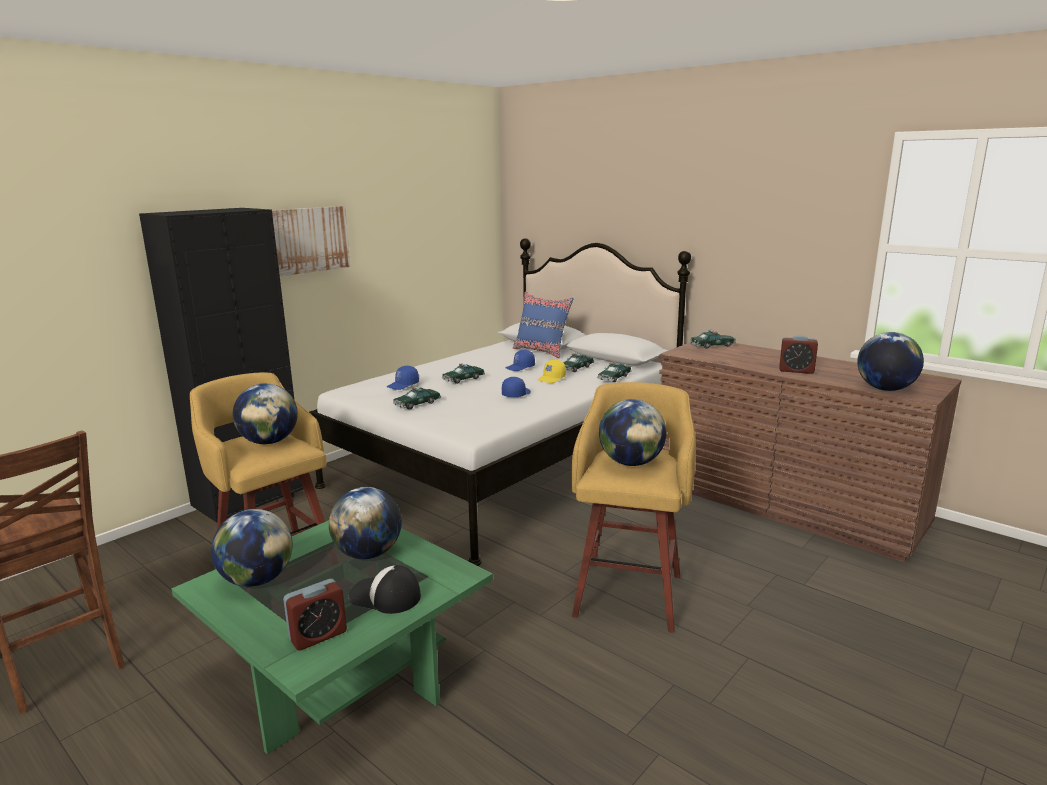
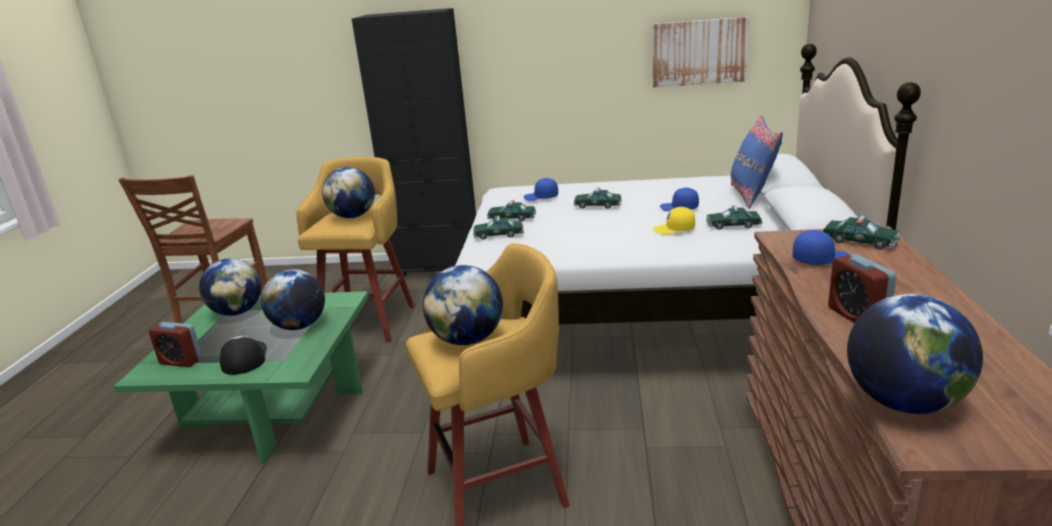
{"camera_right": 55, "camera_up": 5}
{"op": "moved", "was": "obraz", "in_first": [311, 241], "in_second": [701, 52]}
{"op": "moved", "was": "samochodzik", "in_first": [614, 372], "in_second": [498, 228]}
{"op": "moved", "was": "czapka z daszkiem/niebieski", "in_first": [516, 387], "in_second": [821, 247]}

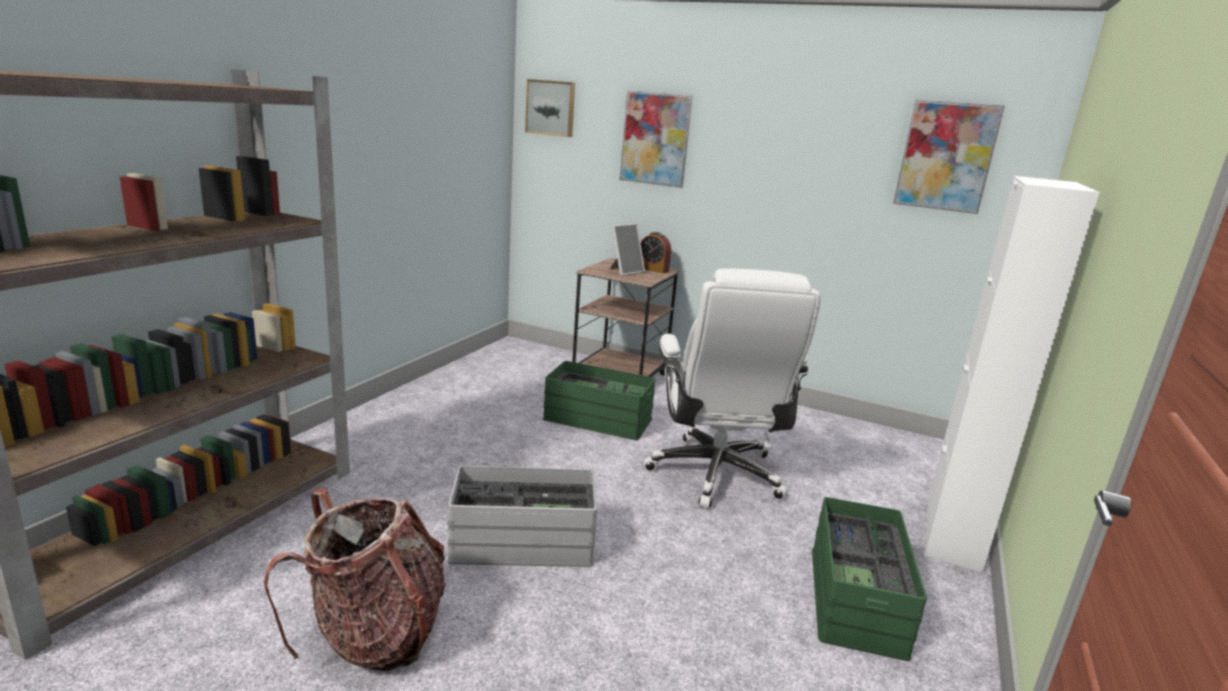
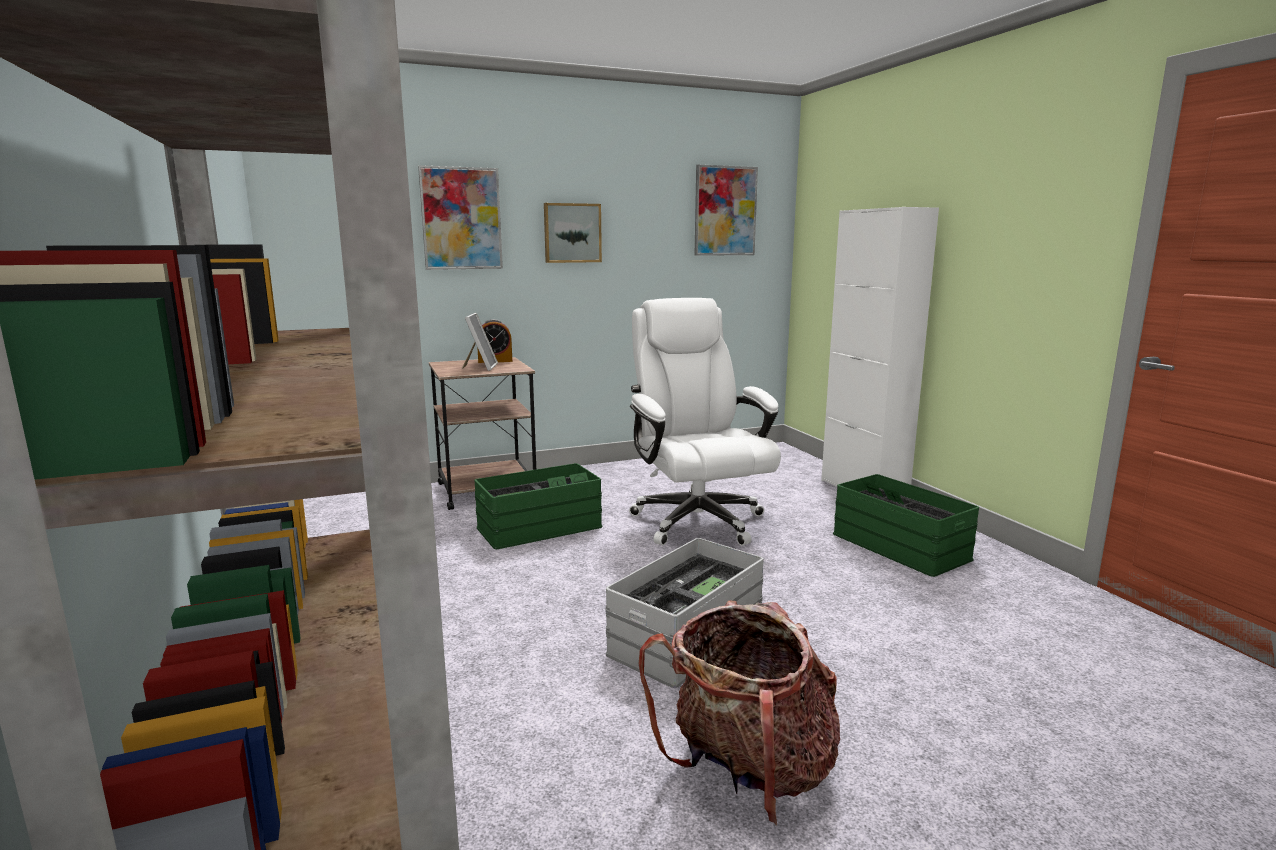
{"camera_right": -45, "camera_up": -5}
{"op": "moved", "was": "obraz", "in_first": [550, 108], "in_second": [573, 233]}
{"op": "turned", "was": "krzesło biurowe/biały", "in_first": [732, 389], "in_second": [705, 422], "clockwise": -150}

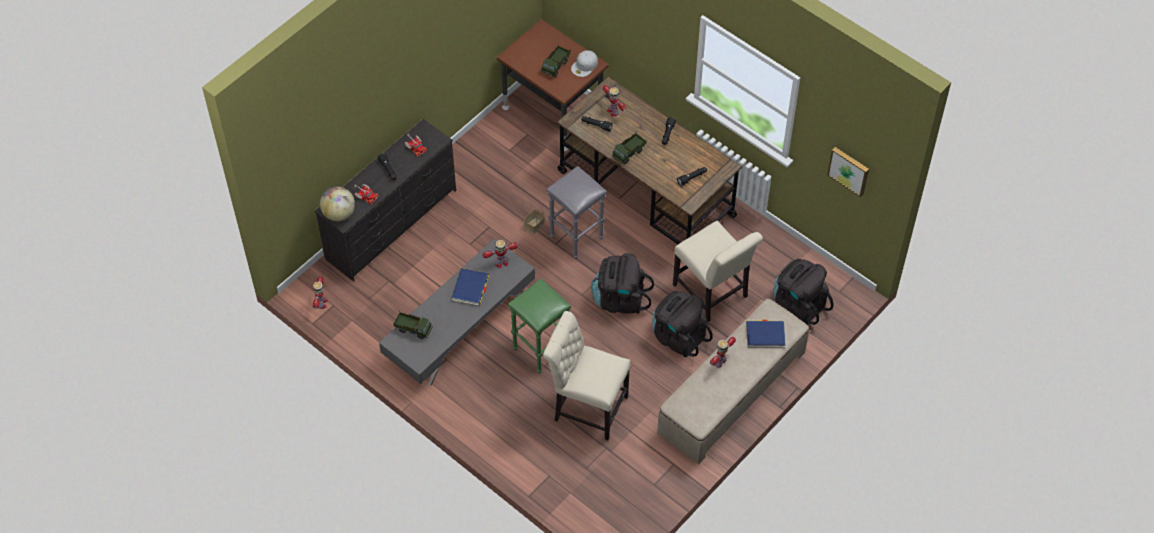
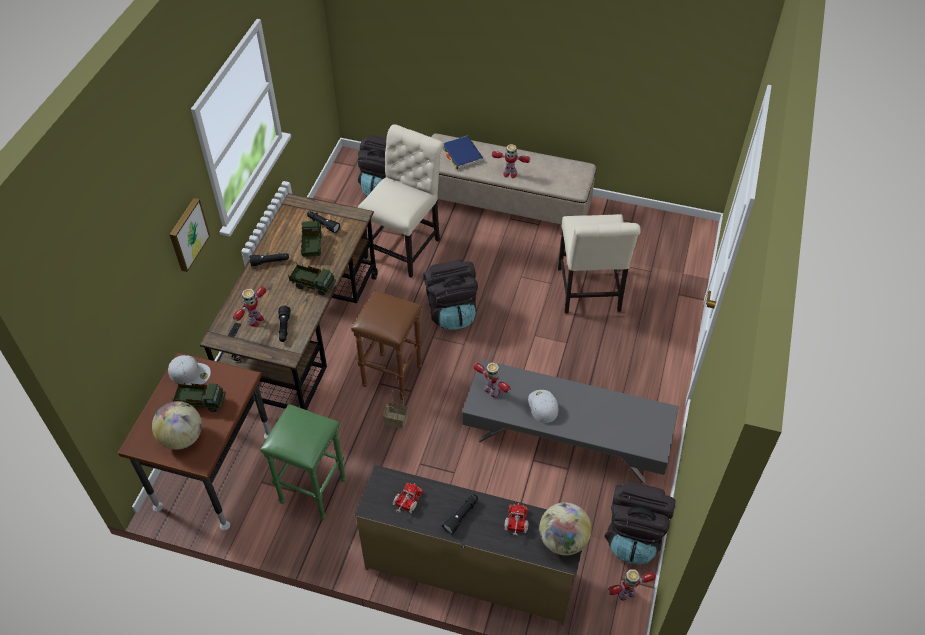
{"camera_right": -115, "camera_up": -5}
{"op": "moved", "was": "obraz", "in_first": [848, 172], "in_second": [189, 235]}
{"op": "recoloured", "was": "stołek/szary", "now": "stołek/brązowy", "in_first": [576, 212], "in_second": [386, 345]}
{"op": "replaced", "was": "książka/niebieski", "now": "czapka z daszkiem/biały", "in_first": [470, 286], "in_second": [543, 406]}
{"op": "moved", "was": "stołek/zielony", "in_first": [539, 326], "in_second": [303, 462]}
{"op": "moved", "was": "plecak/czarny", "in_first": [682, 324], "in_second": [639, 523]}
{"op": "moved", "was": "ciężarówka zabawkowa", "in_first": [413, 325], "in_second": [311, 238]}
{"op": "added", "now": "globus", "in_second": [177, 425]}

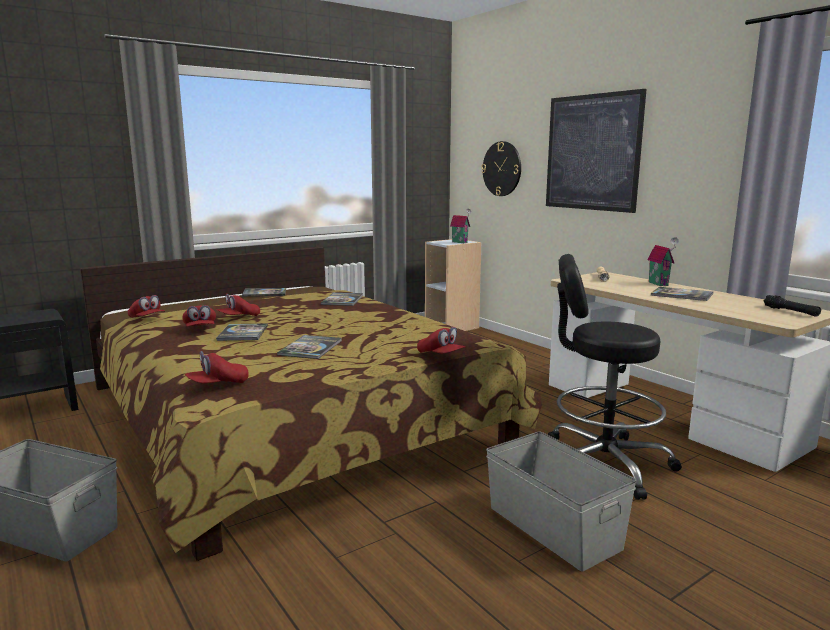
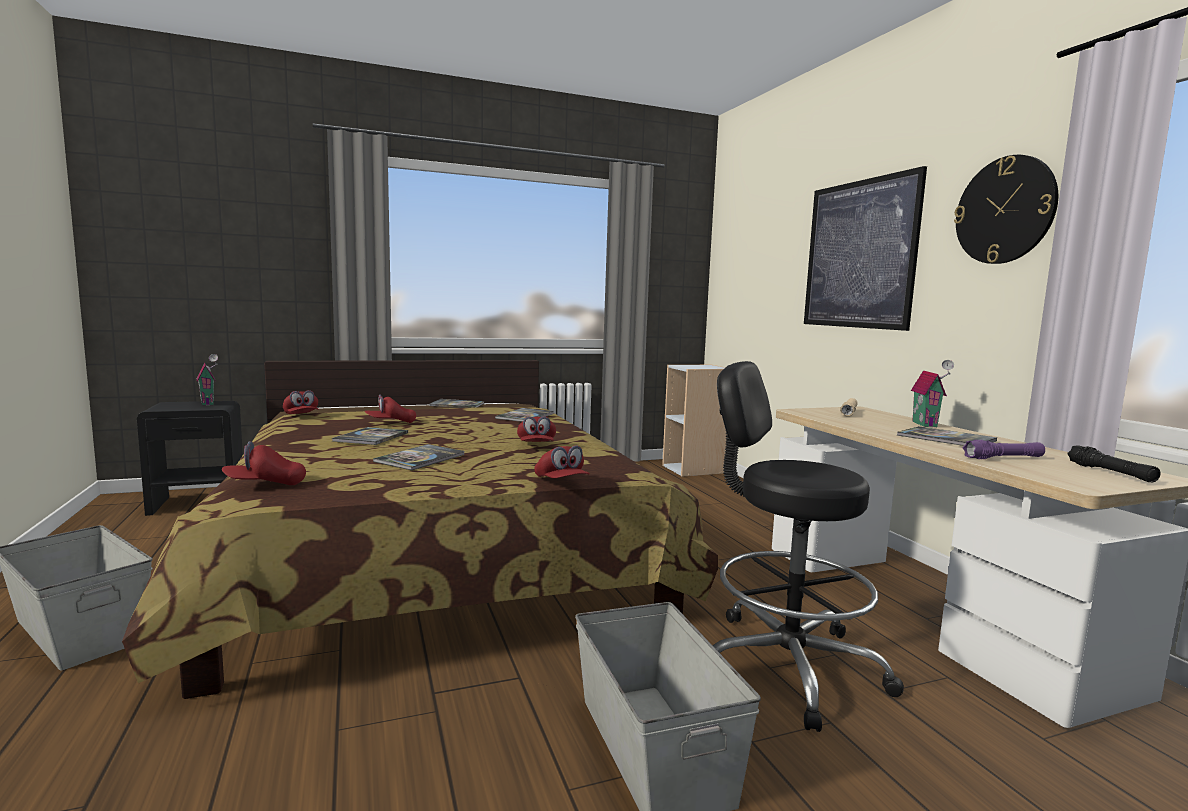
{"camera_right": 15, "camera_up": -5}
{"op": "moved", "was": "zegar ścienny", "in_first": [501, 168], "in_second": [1006, 209]}
{"op": "moved", "was": "domek", "in_first": [460, 226], "in_second": [207, 380]}
{"op": "moved", "was": "czapka z daszkiem/czerwony", "in_first": [199, 316], "in_second": [536, 429]}
{"op": "added", "now": "latarka/fioletowy", "in_second": [1004, 449]}

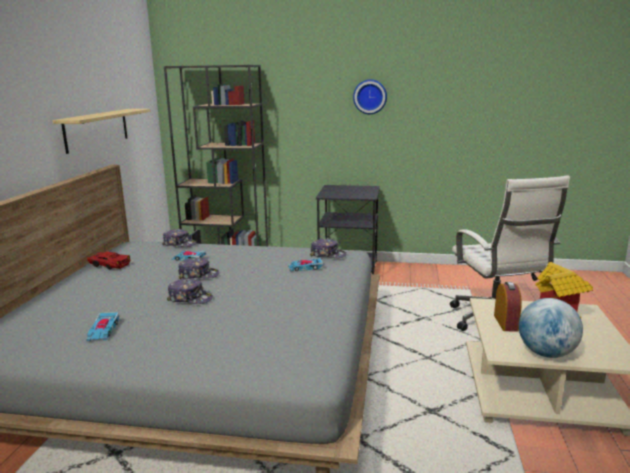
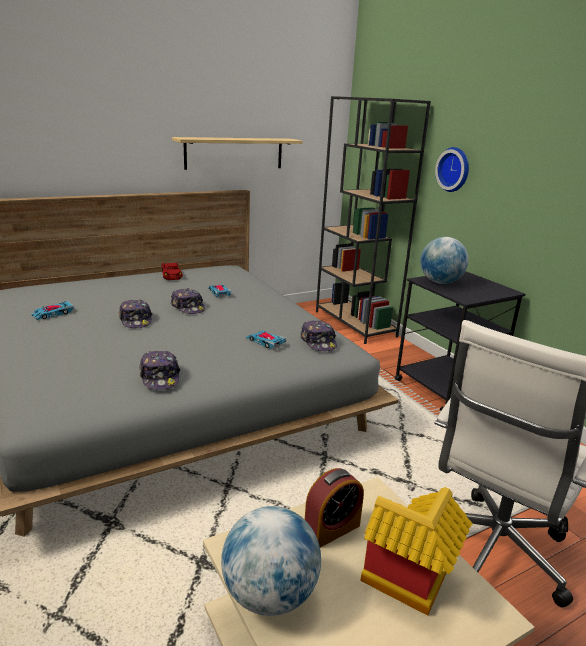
{"camera_right": 50, "camera_up": 5}
{"op": "moved", "was": "zegar ścienny", "in_first": [370, 97], "in_second": [452, 169]}
{"op": "moved", "was": "czapka z daszkiem", "in_first": [179, 238], "in_second": [159, 370]}
{"op": "added", "now": "globus", "in_second": [444, 260]}

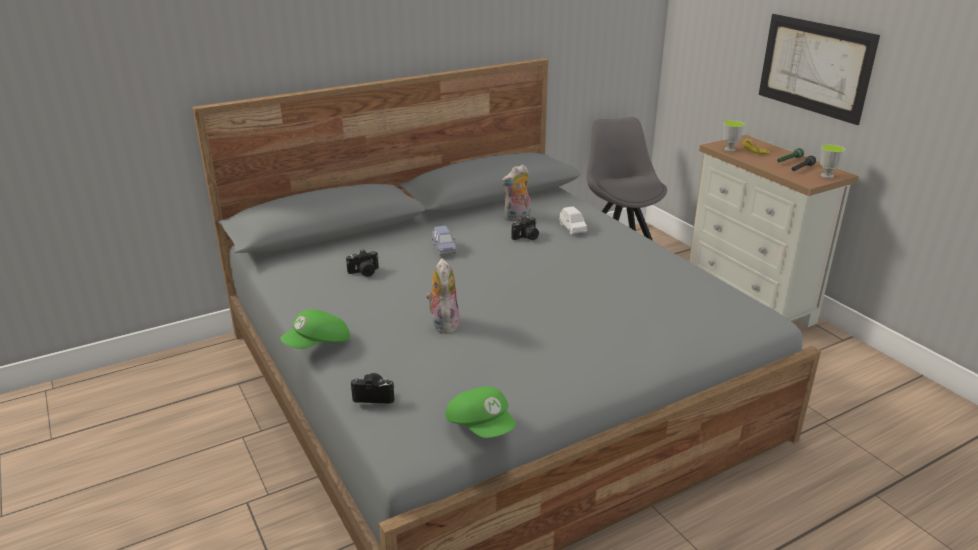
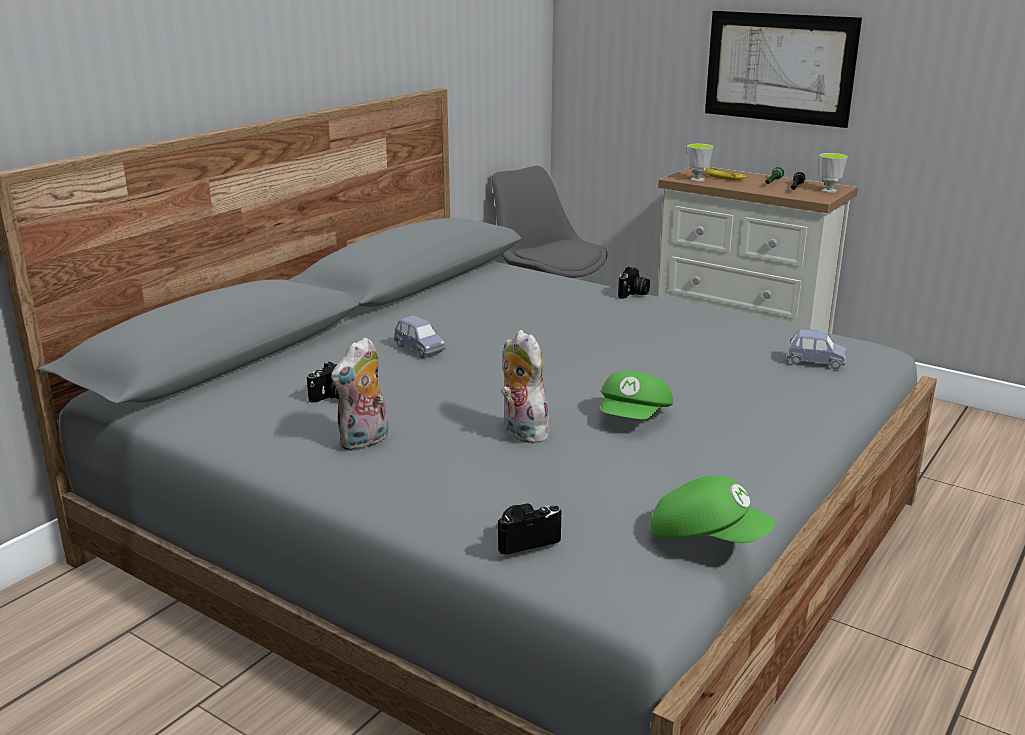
{"camera_right": -25, "camera_up": -5}
{"op": "moved", "was": "pluszak", "in_first": [516, 192], "in_second": [360, 394]}
{"op": "removed", "was": "samochodzik/biały", "in_first": [573, 220]}
{"op": "moved", "was": "aparat fotograficzny", "in_first": [525, 228], "in_second": [634, 283]}
{"op": "moved", "was": "czapka z daszkiem/zielony", "in_first": [315, 329], "in_second": [636, 394]}
{"op": "added", "now": "samochodzik/niebieski", "in_second": [816, 349]}

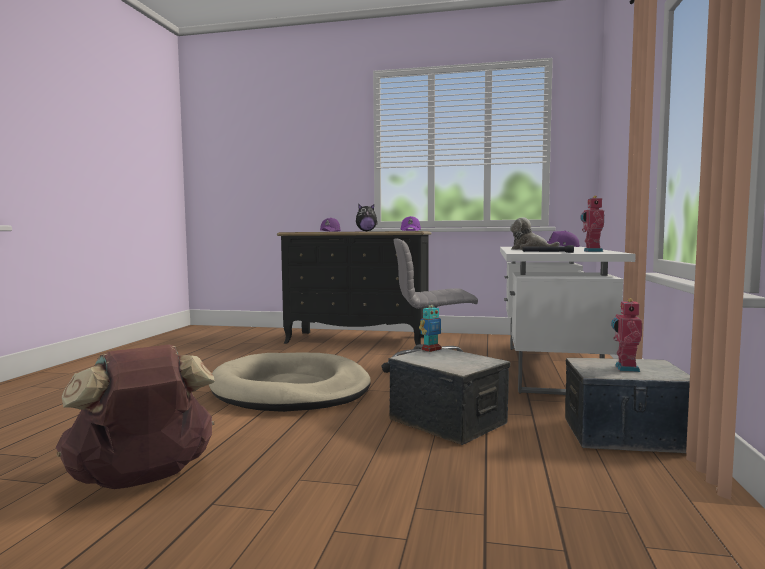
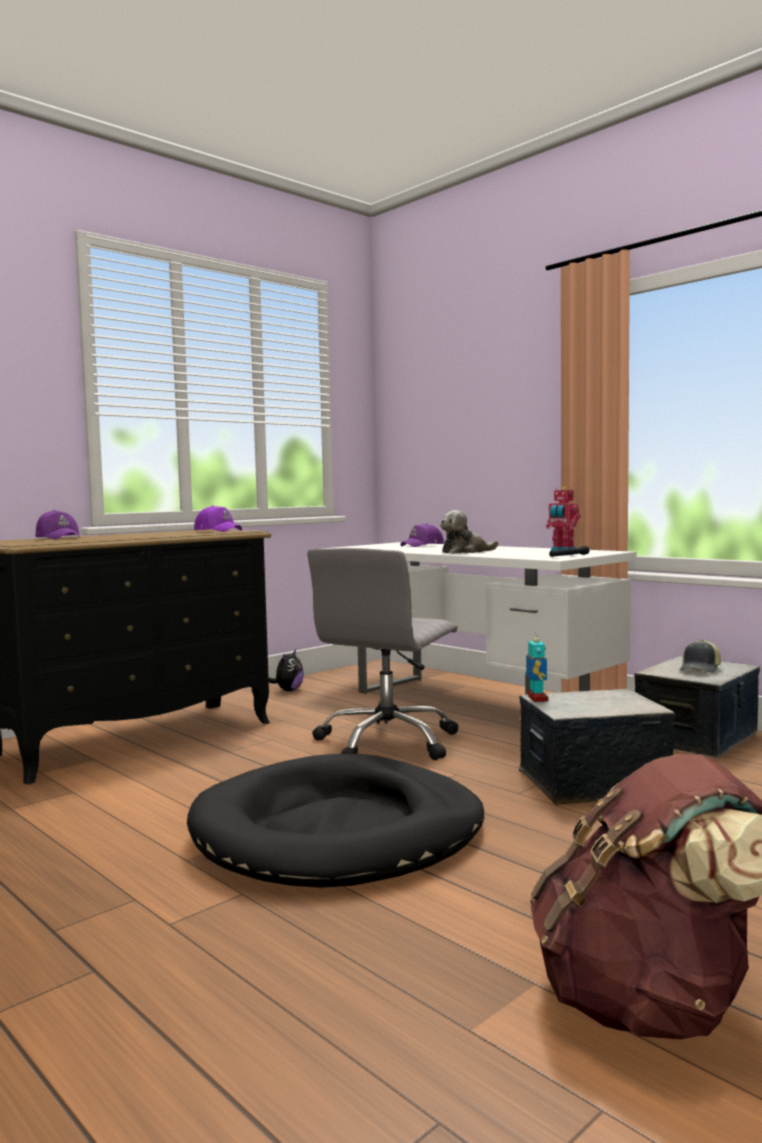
{"camera_right": -55, "camera_up": 0}
{"op": "moved", "was": "pluszak", "in_first": [367, 217], "in_second": [286, 670]}
{"op": "replaced", "was": "robot zabawkowy", "now": "czapka z daszkiem", "in_first": [626, 335], "in_second": [700, 656]}
{"op": "recoloured", "was": "legowisko/beżowy", "now": "legowisko/czarny", "in_first": [290, 382], "in_second": [335, 821]}

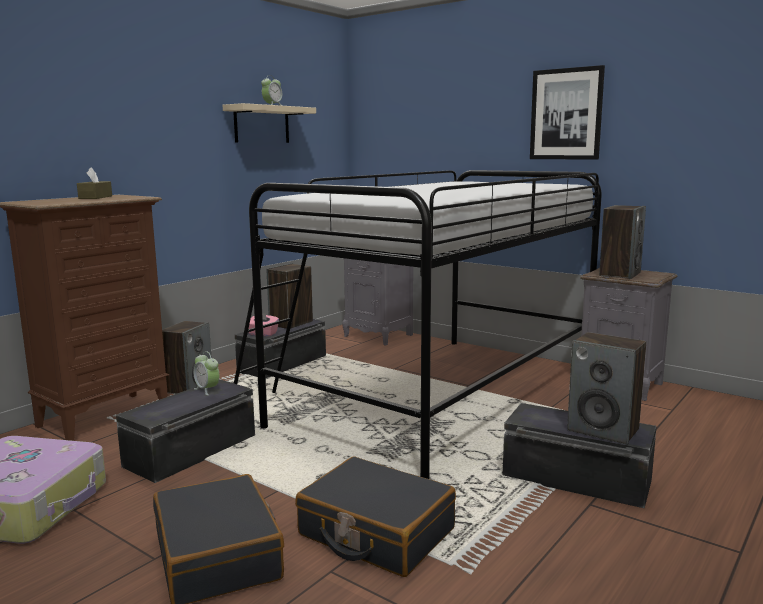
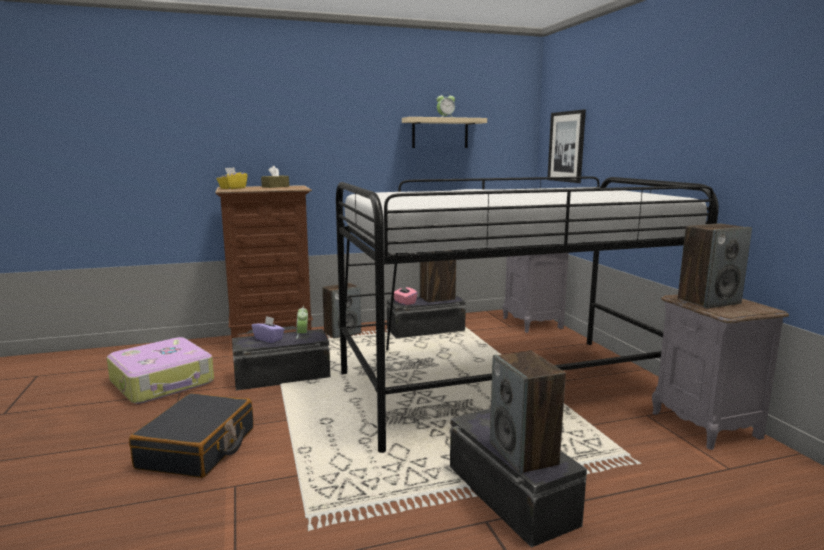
{"camera_right": 35, "camera_up": 0}
{"op": "moved", "was": "obraz", "in_first": [567, 112], "in_second": [566, 146]}
{"op": "removed", "was": "walizka/czarny", "in_first": [375, 517]}
{"op": "added", "now": "pudełko chusteczek/żółty", "in_second": [232, 178]}
{"op": "added", "now": "pudełko chusteczek/fioletowy", "in_second": [268, 329]}

